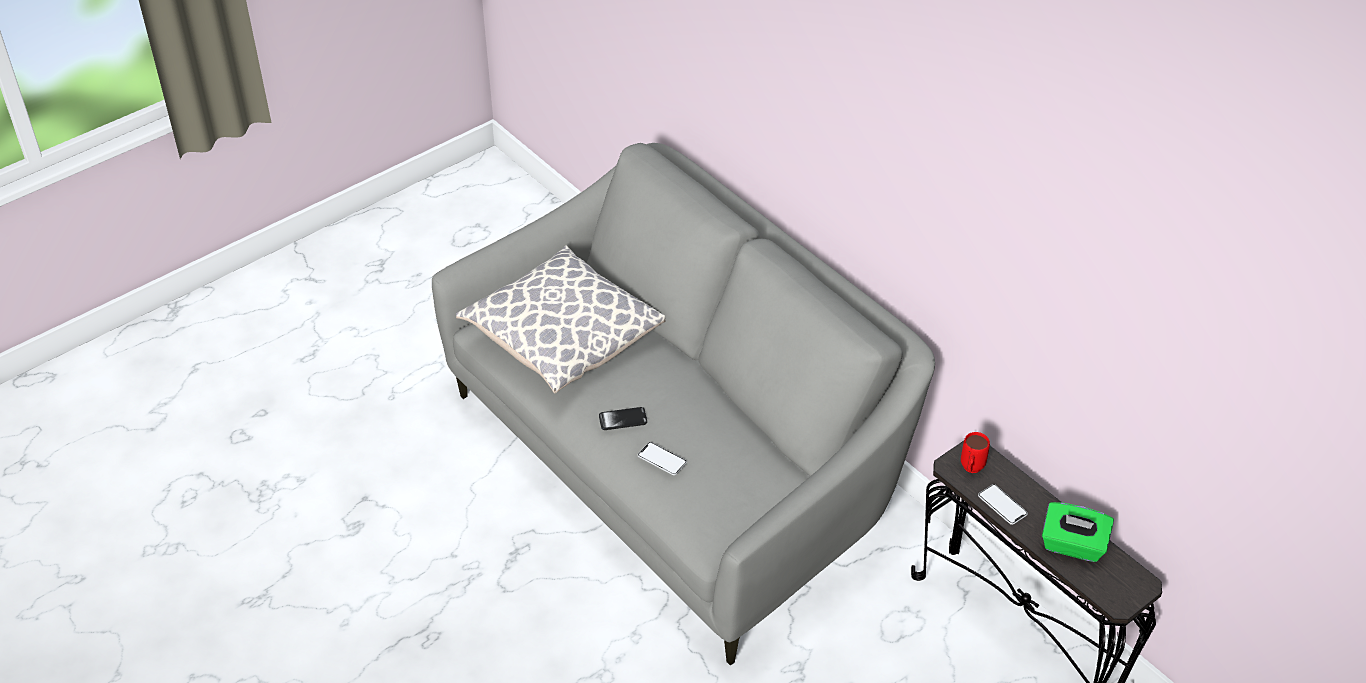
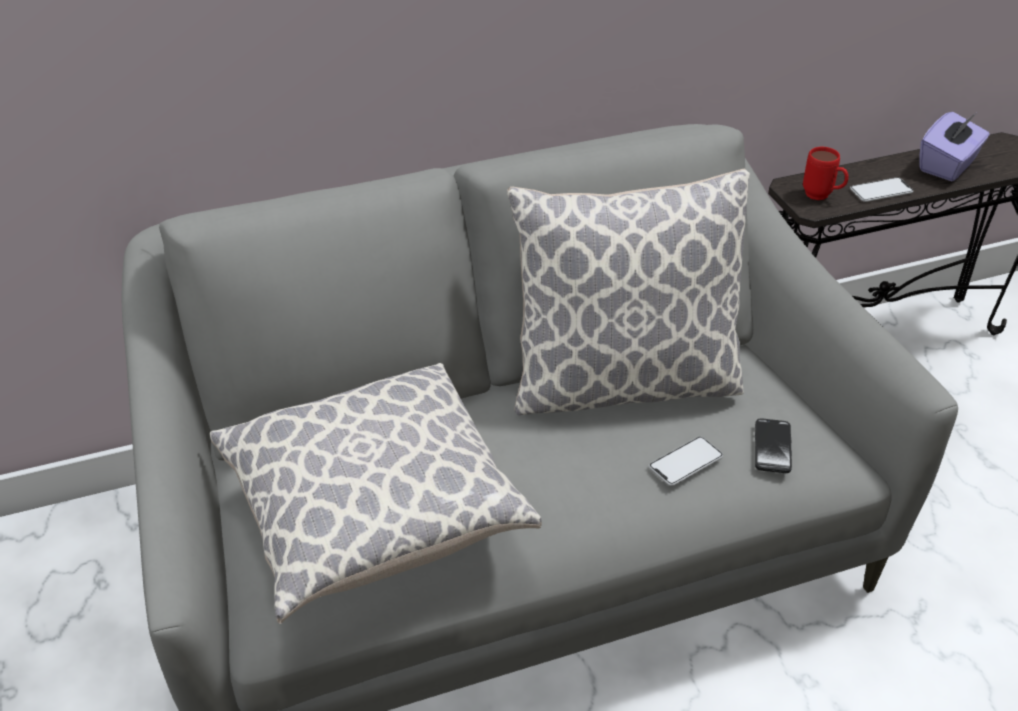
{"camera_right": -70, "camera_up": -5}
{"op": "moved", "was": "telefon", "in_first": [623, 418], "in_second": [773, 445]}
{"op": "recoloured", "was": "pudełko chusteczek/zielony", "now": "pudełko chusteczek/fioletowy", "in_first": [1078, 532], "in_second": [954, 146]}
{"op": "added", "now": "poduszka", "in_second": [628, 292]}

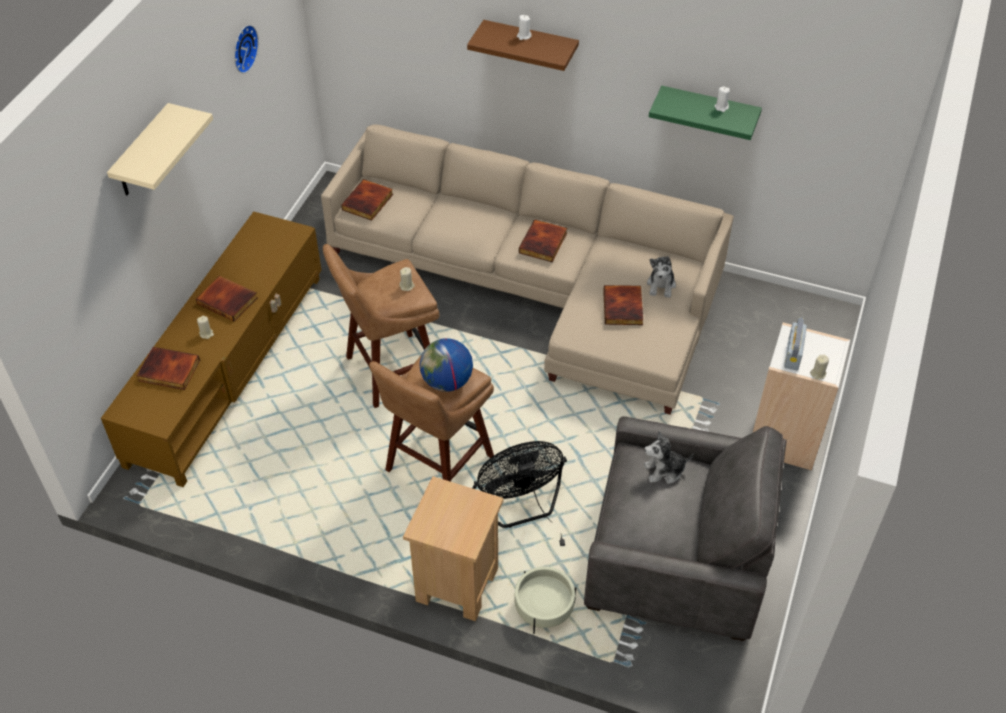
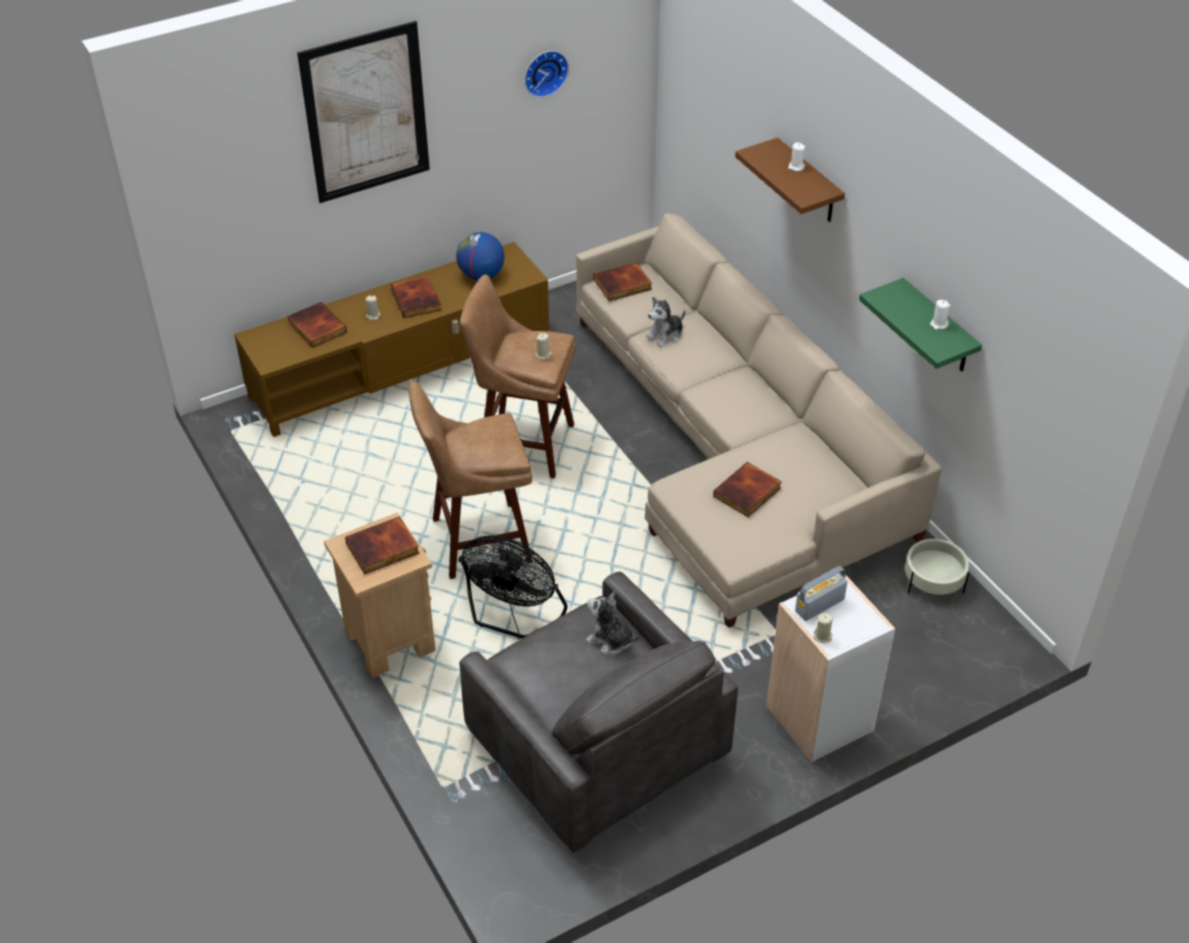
{"camera_right": 40, "camera_up": -5}
{"op": "replaced", "was": "półka/beżowy", "now": "obraz", "in_first": [160, 149], "in_second": [363, 112]}
{"op": "moved", "was": "książka", "in_first": [543, 240], "in_second": [382, 545]}
{"op": "moved", "was": "pluszak", "in_first": [661, 277], "in_second": [665, 322]}
{"op": "moved", "was": "globus", "in_first": [446, 365], "in_second": [480, 256]}
{"op": "moved", "was": "donica/beżowy", "in_first": [545, 600], "in_second": [937, 566]}

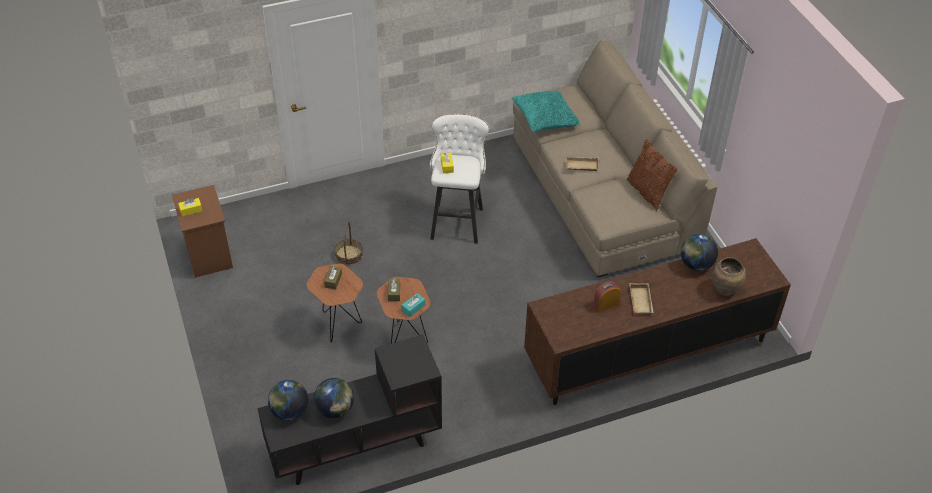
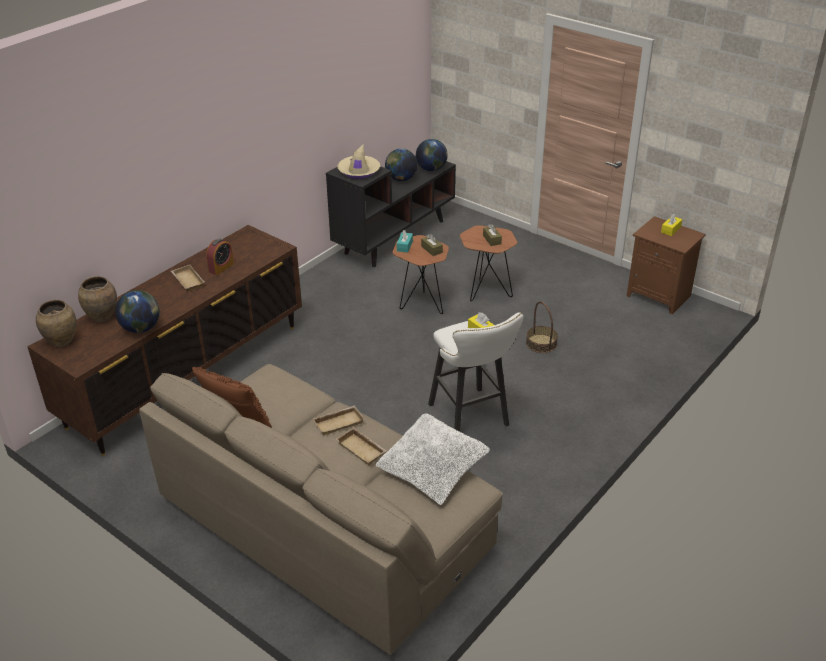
{"camera_right": 150, "camera_up": -10}
{"op": "recoloured", "was": "poduszka/turkusowy", "now": "poduszka/biały", "in_first": [546, 111], "in_second": [433, 459]}
{"op": "added", "now": "kapelusz/beżowy", "in_second": [358, 161]}
{"op": "added", "now": "wazon/brązowy", "in_second": [56, 323]}
{"op": "added", "now": "taca/beżowy", "in_second": [361, 446]}

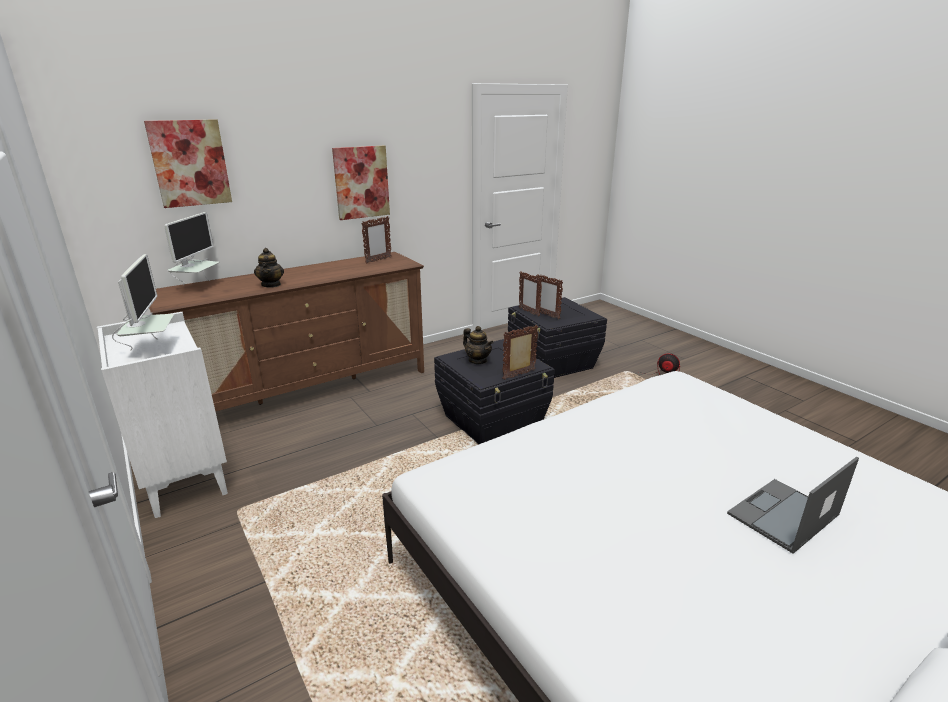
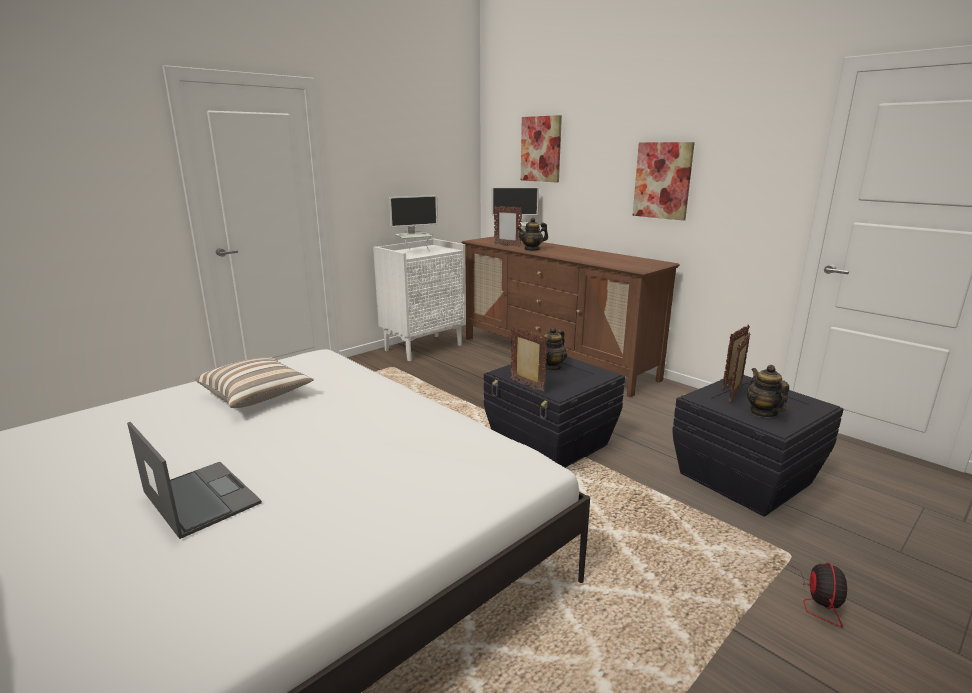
{"camera_right": 80, "camera_up": -5}
{"op": "moved", "was": "ramka na zdjęcie", "in_first": [376, 239], "in_second": [508, 226]}
{"op": "added", "now": "poduszka", "in_second": [254, 382]}
{"op": "added", "now": "imbryk", "in_second": [768, 391]}

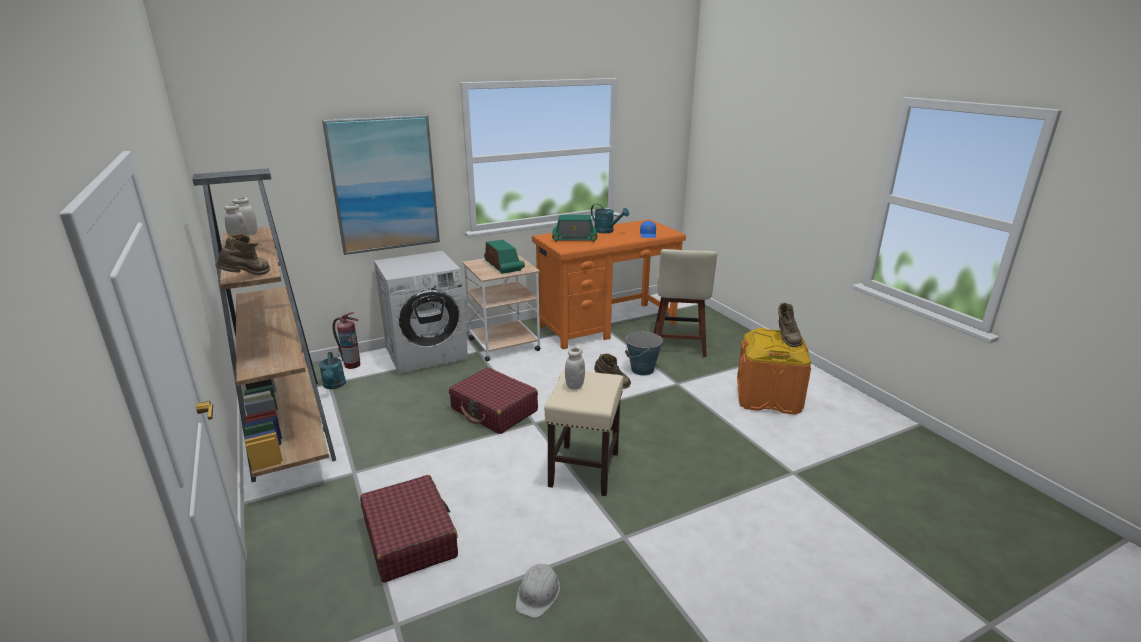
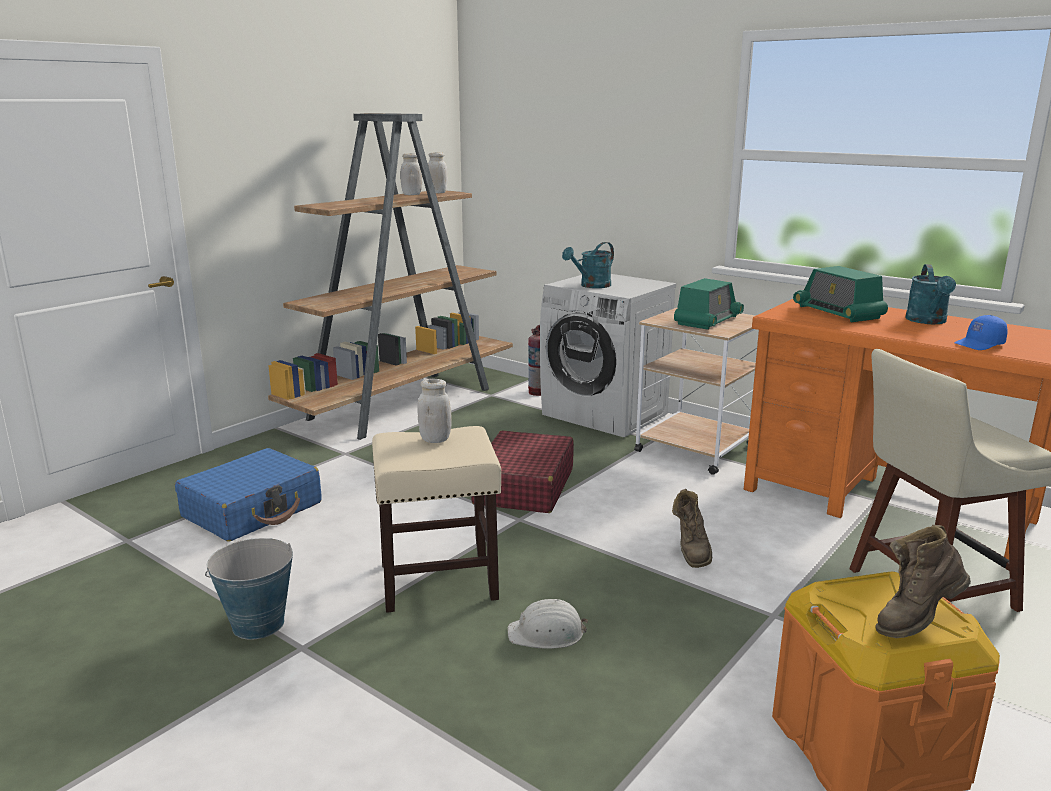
{"camera_right": 65, "camera_up": -5}
{"op": "removed", "was": "obraz", "in_first": [381, 185]}
{"op": "removed", "was": "but z cholewką/brązowy", "in_first": [242, 254]}
{"op": "moved", "was": "wiadro", "in_first": [644, 353], "in_second": [249, 589]}
{"op": "moved", "was": "konewka/turkusowy", "in_first": [332, 370], "in_second": [588, 265]}
{"op": "recoloured", "was": "walizka/czerwony", "now": "walizka/niebieski", "in_first": [409, 529], "in_second": [248, 495]}
{"op": "moved", "was": "kask/biały", "in_first": [537, 591], "in_second": [548, 624]}

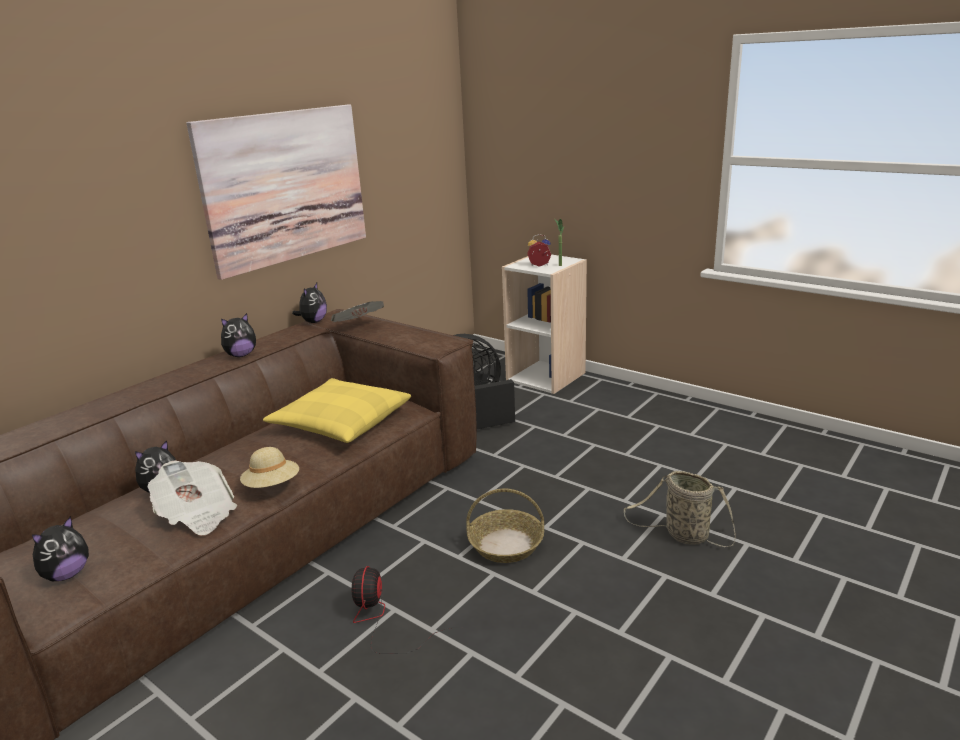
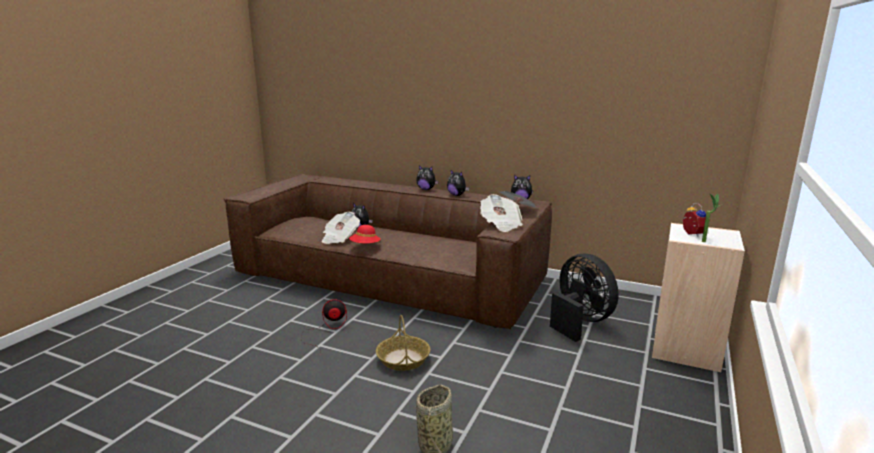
{"camera_right": 75, "camera_up": -5}
{"op": "removed", "was": "obraz", "in_first": [276, 192]}
{"op": "removed", "was": "poduszka/żółty", "in_first": [337, 410]}
{"op": "recoloured", "was": "kapelusz/beżowy", "now": "kapelusz/czerwony", "in_first": [269, 467], "in_second": [365, 234]}
{"op": "moved", "was": "pluszak", "in_first": [60, 548], "in_second": [427, 177]}
{"op": "added", "now": "gazeta", "in_second": [501, 213]}

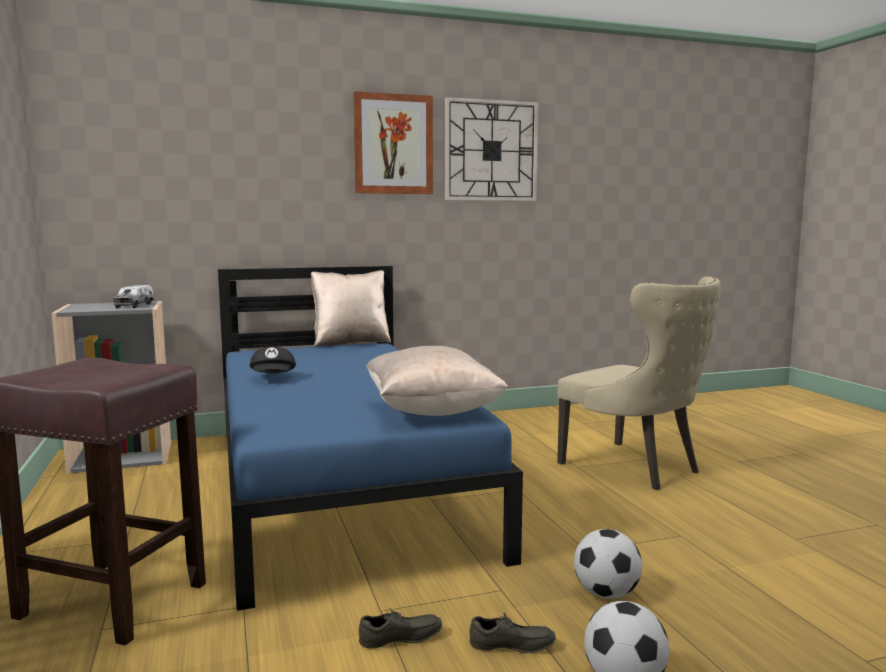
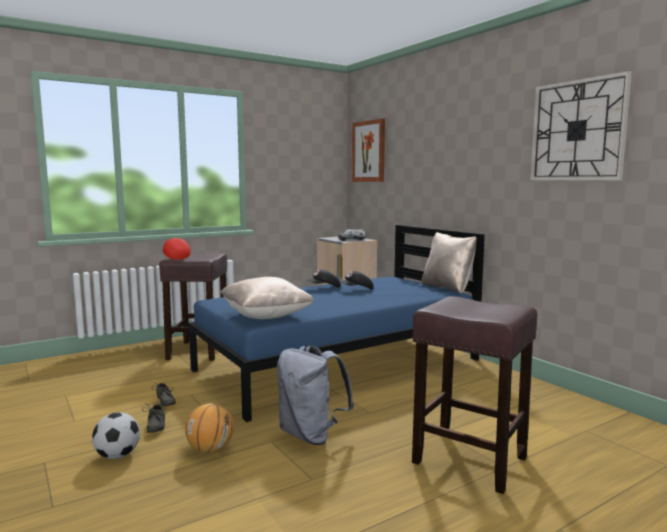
{"camera_right": 75, "camera_up": 0}
{"op": "moved", "was": "obraz", "in_first": [393, 142], "in_second": [368, 150]}
{"op": "replaced", "was": "krzesło/beżowy", "now": "stołek/brązowy", "in_first": [639, 383], "in_second": [474, 395]}
{"op": "replaced", "was": "piłka futbolowa", "now": "piłka do koszykówki", "in_first": [608, 564], "in_second": [209, 428]}
{"op": "added", "now": "czapka z daszkiem/czerwony", "in_second": [177, 249]}
{"op": "added", "now": "czapka z daszkiem/czarny", "in_second": [357, 280]}
{"op": "added", "now": "plecak/szary", "in_second": [315, 395]}

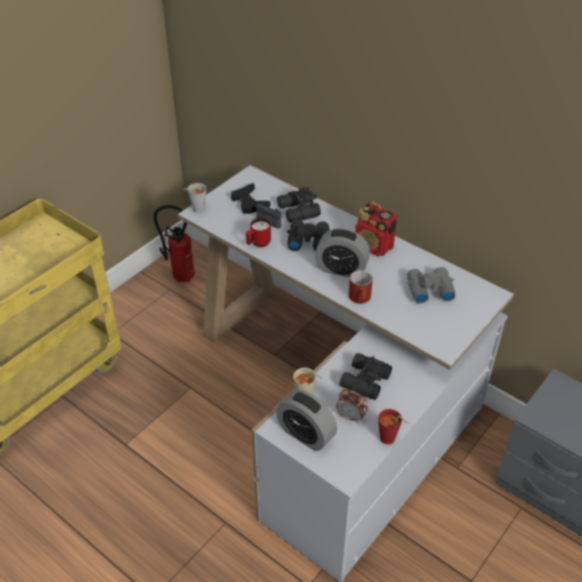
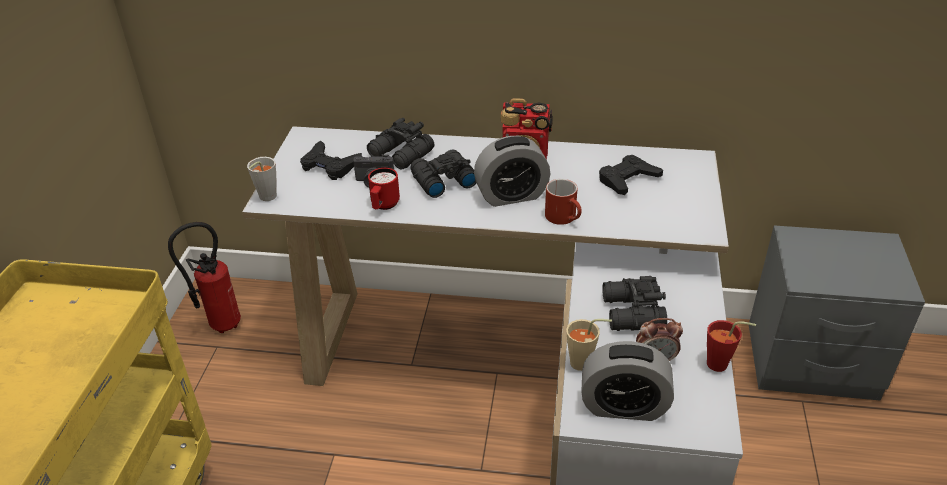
{"camera_right": -30, "camera_up": -5}
{"op": "replaced", "was": "lornetka/szary", "now": "pad do gier/czarny", "in_first": [431, 285], "in_second": [631, 175]}

